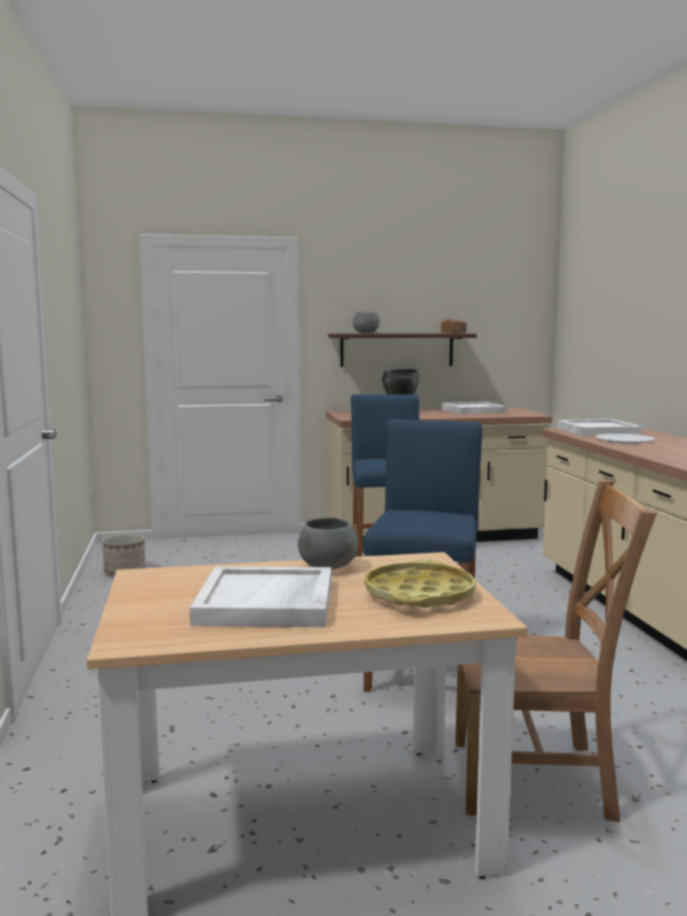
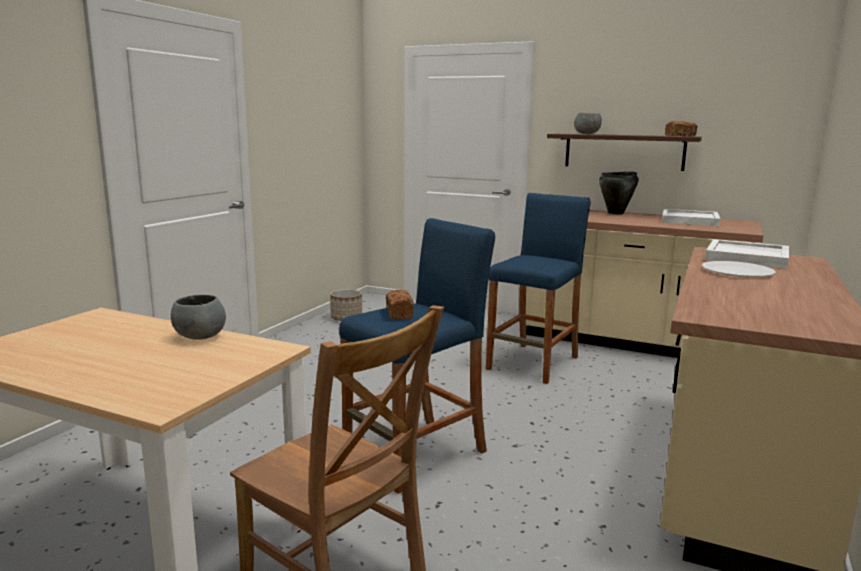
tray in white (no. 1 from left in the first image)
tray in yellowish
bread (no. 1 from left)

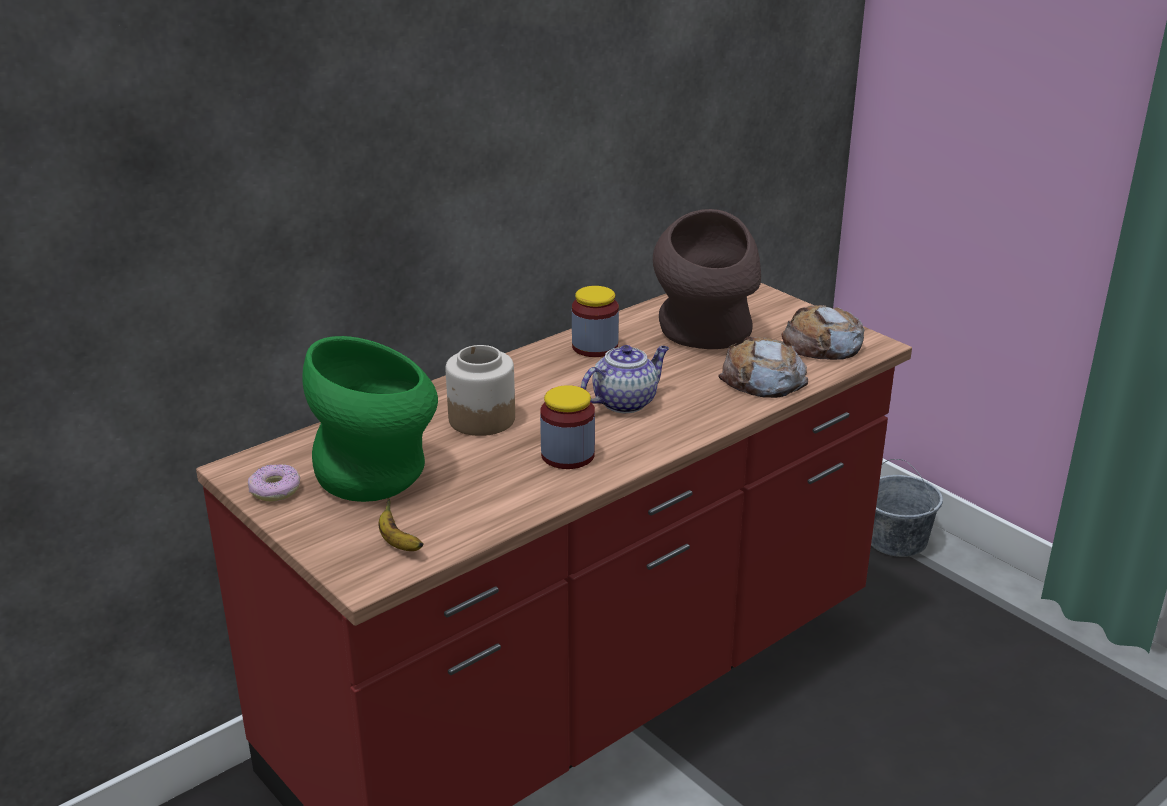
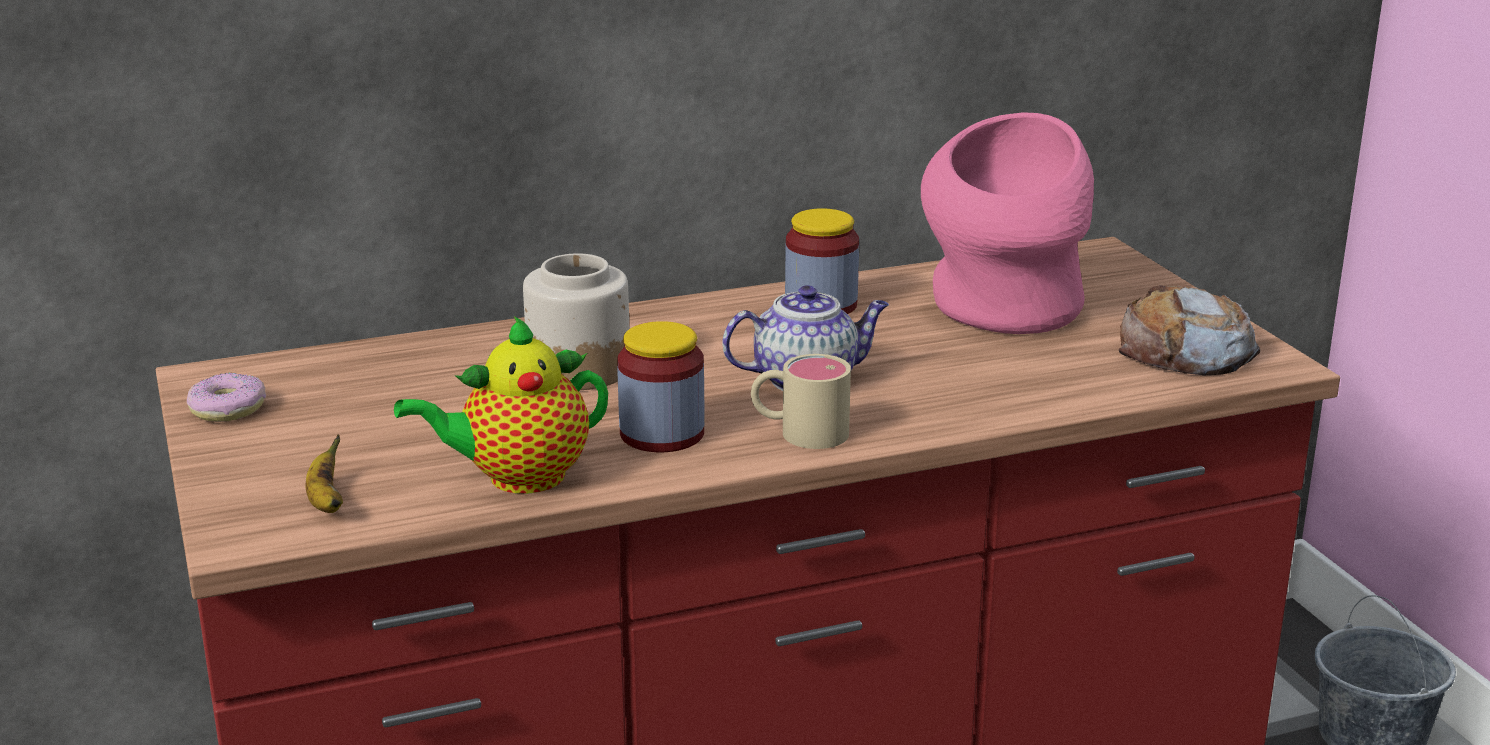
decorative vase in greenish
decorative vase in pink
bread (no. 1 from left in the first image)
teapot (no. 1 from left)
coffee mug in beige-coloured

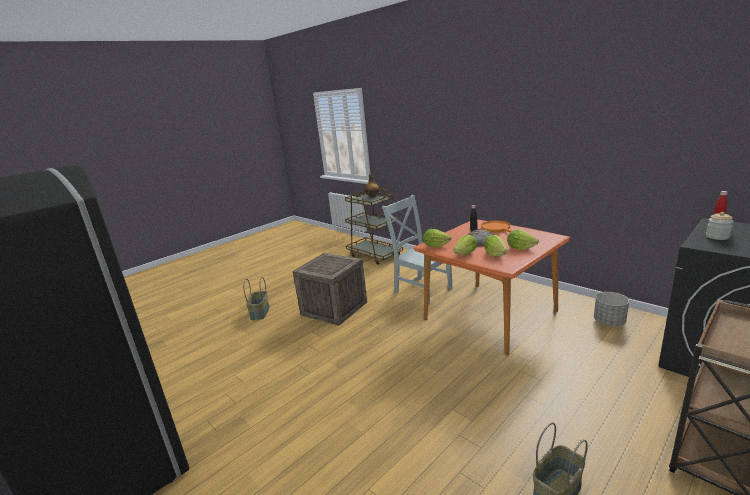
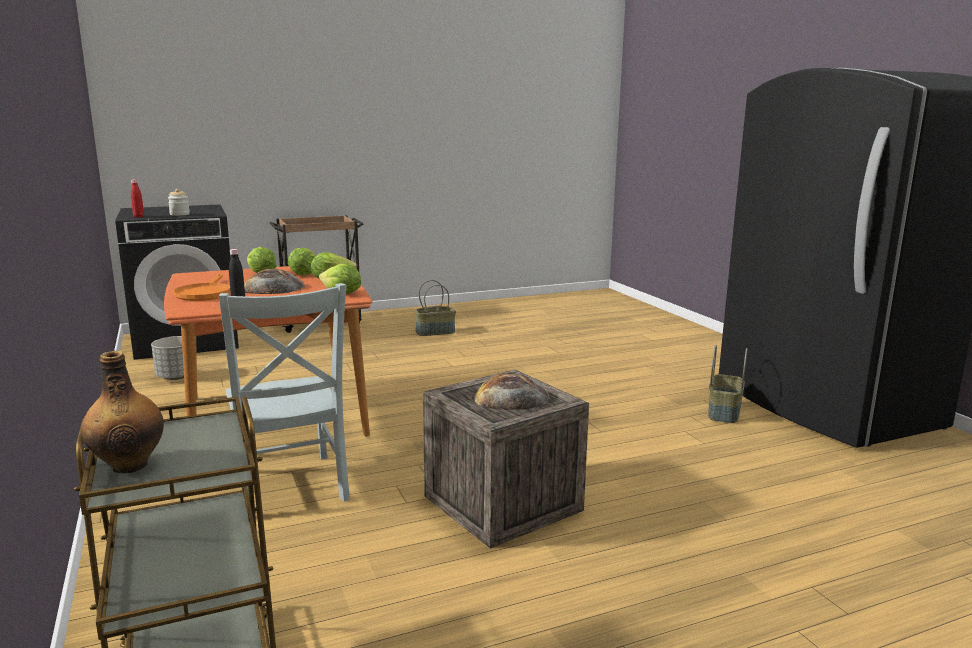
household basket (no. 2 from left)
bread (no. 2 from left)

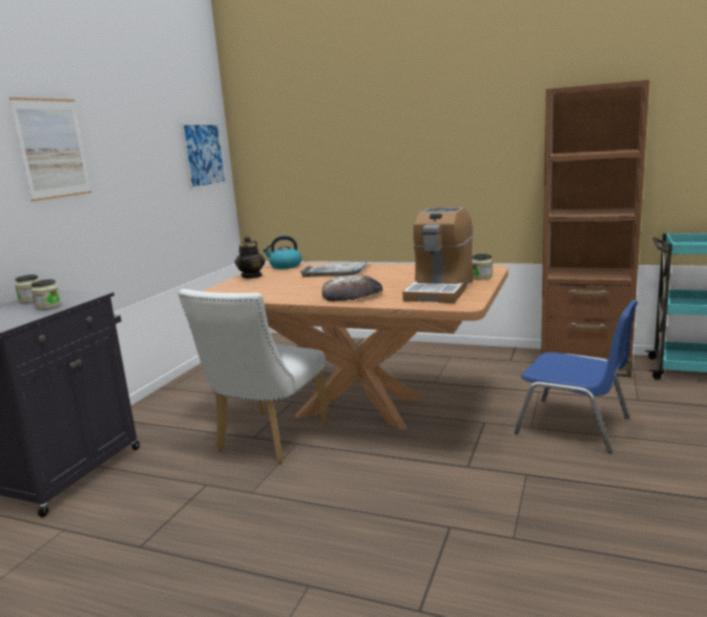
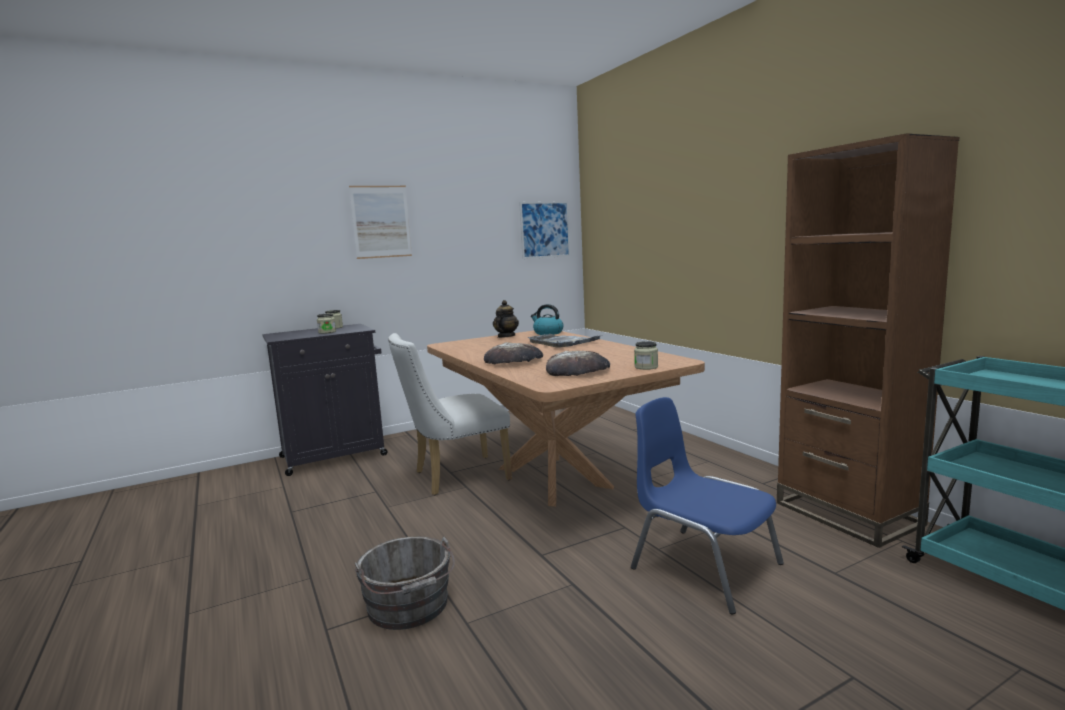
teapot
bread (no. 2 from left)
upright chair in bluish
pail in greyish

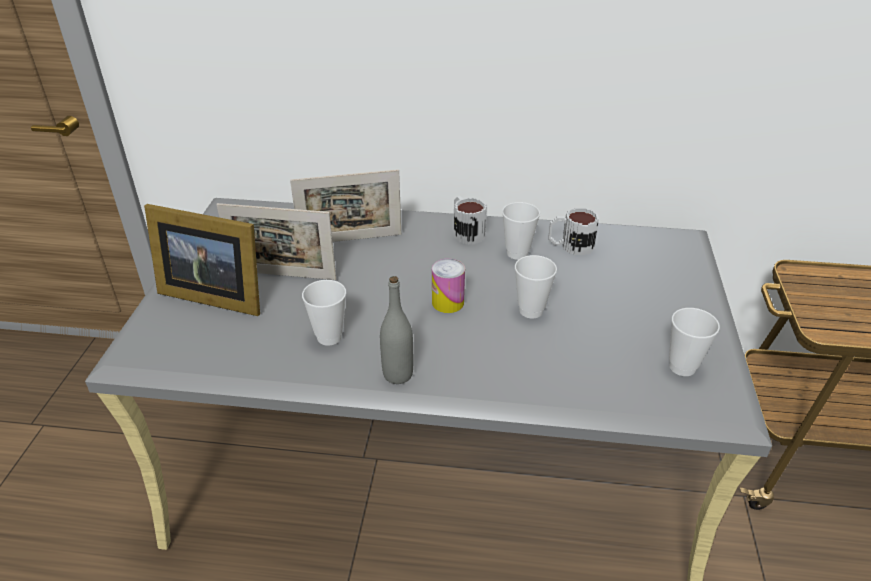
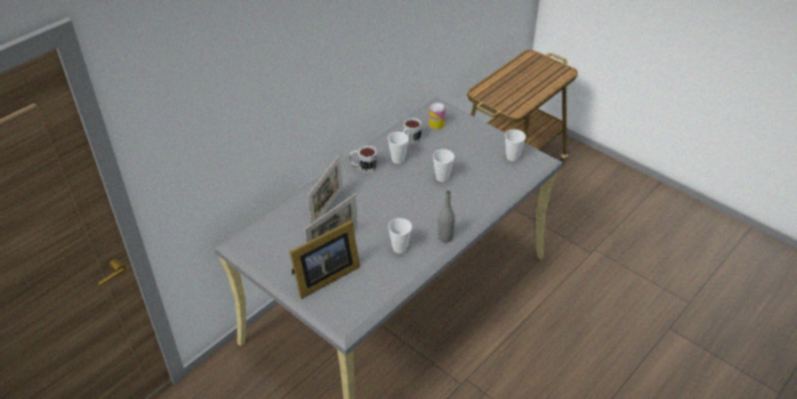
sealed can

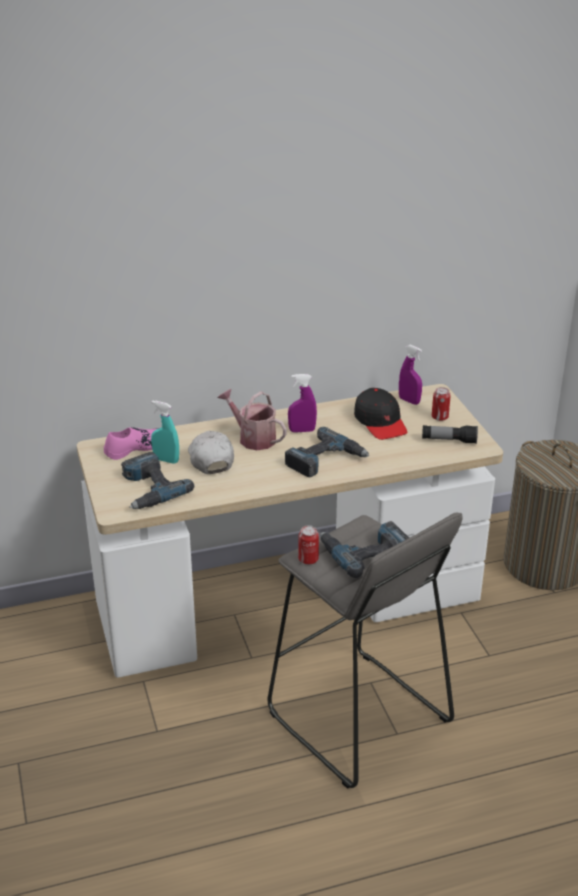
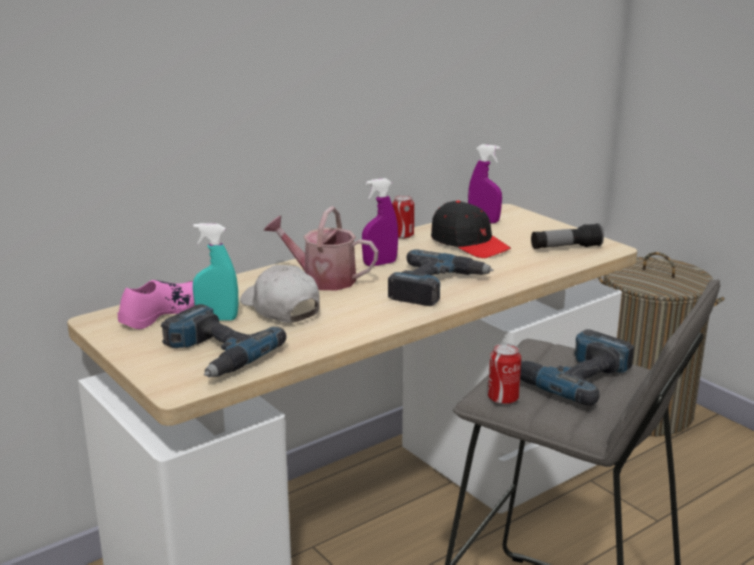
sealed can (no. 1 from left)

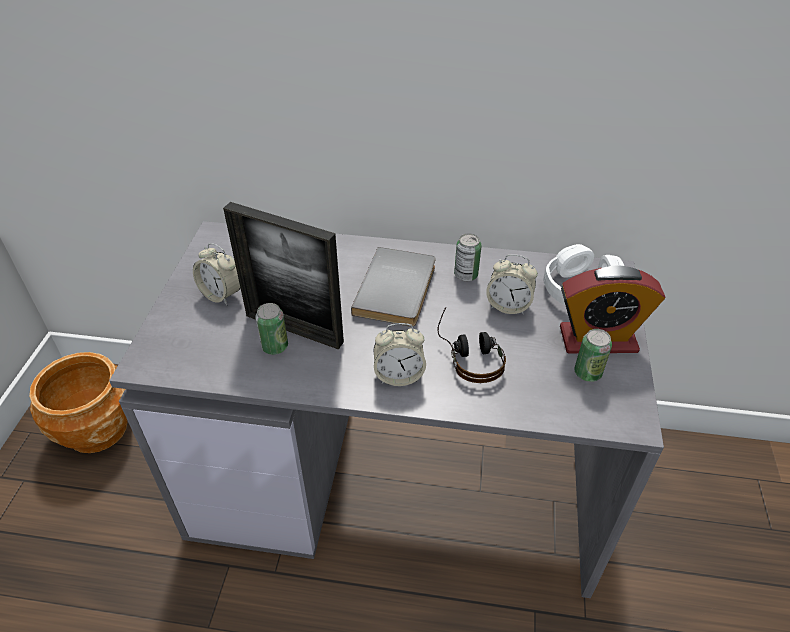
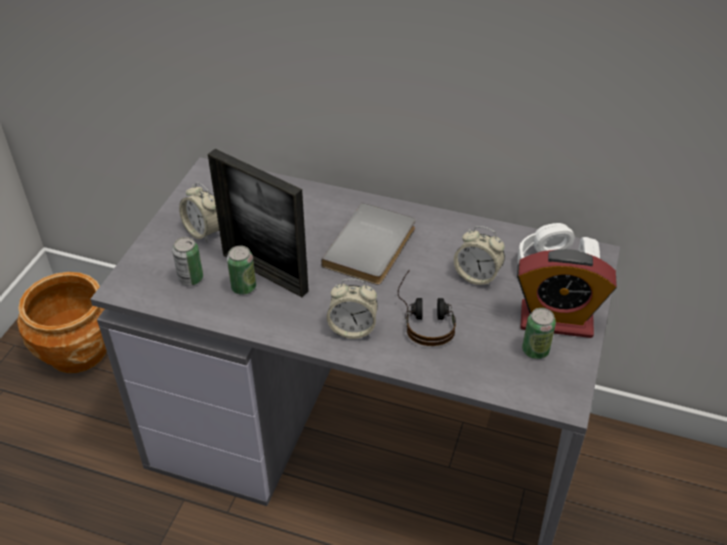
sealed can (no. 1 from left)

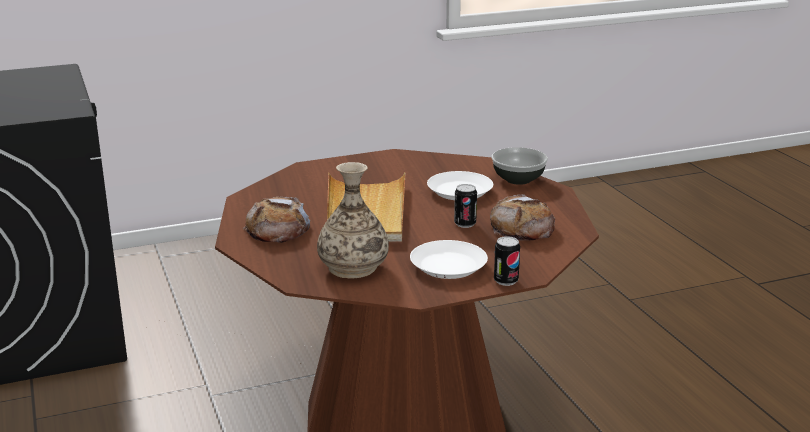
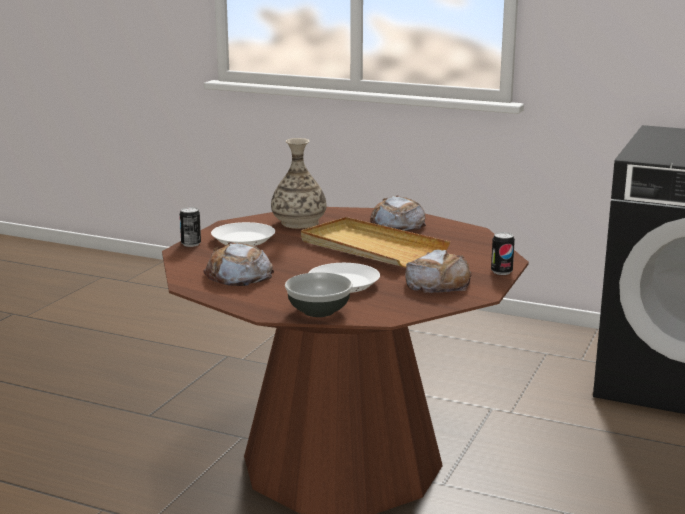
sealed can (no. 2 from left)
bread (no. 3 from left)

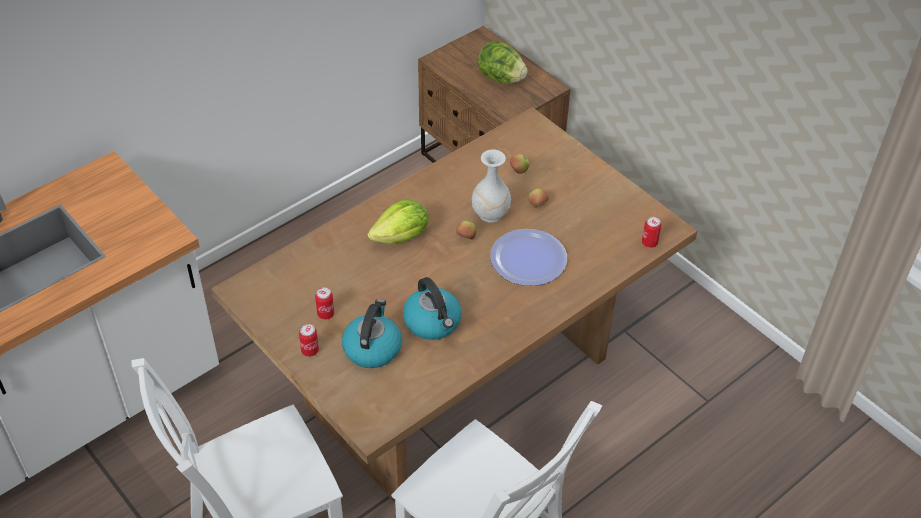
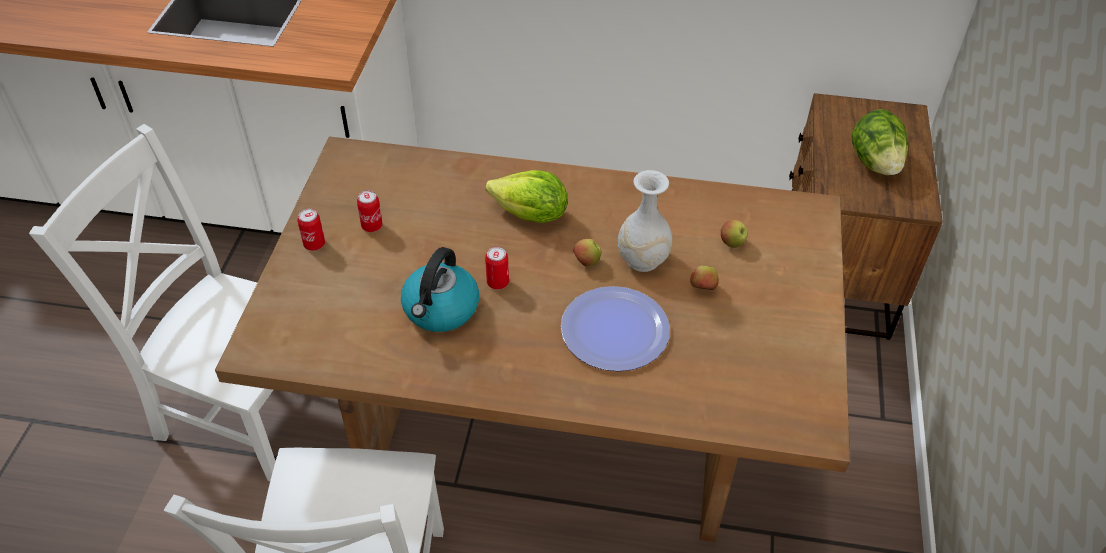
kettle (no. 1 from left in the first image)
sealed can (no. 3 from left)

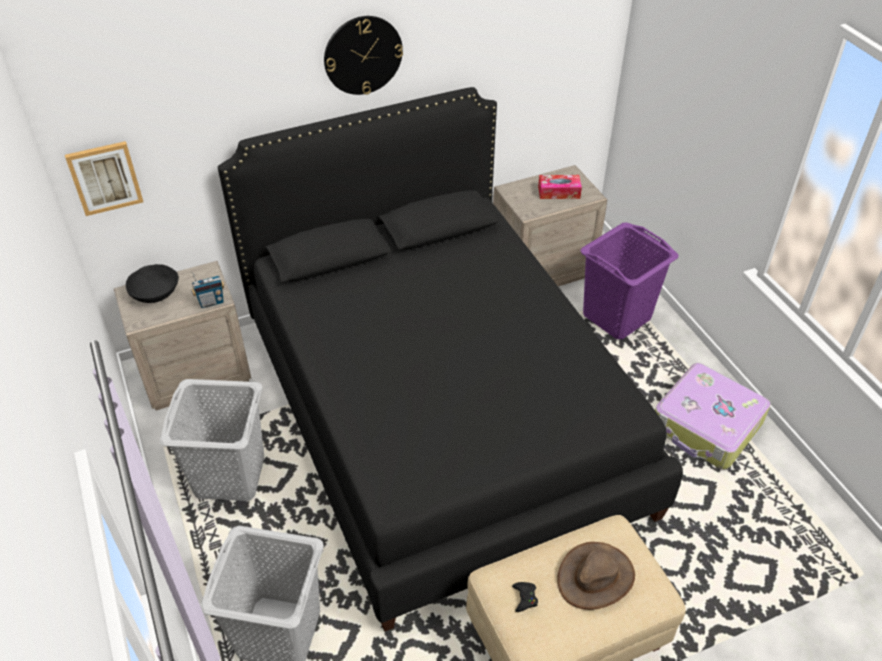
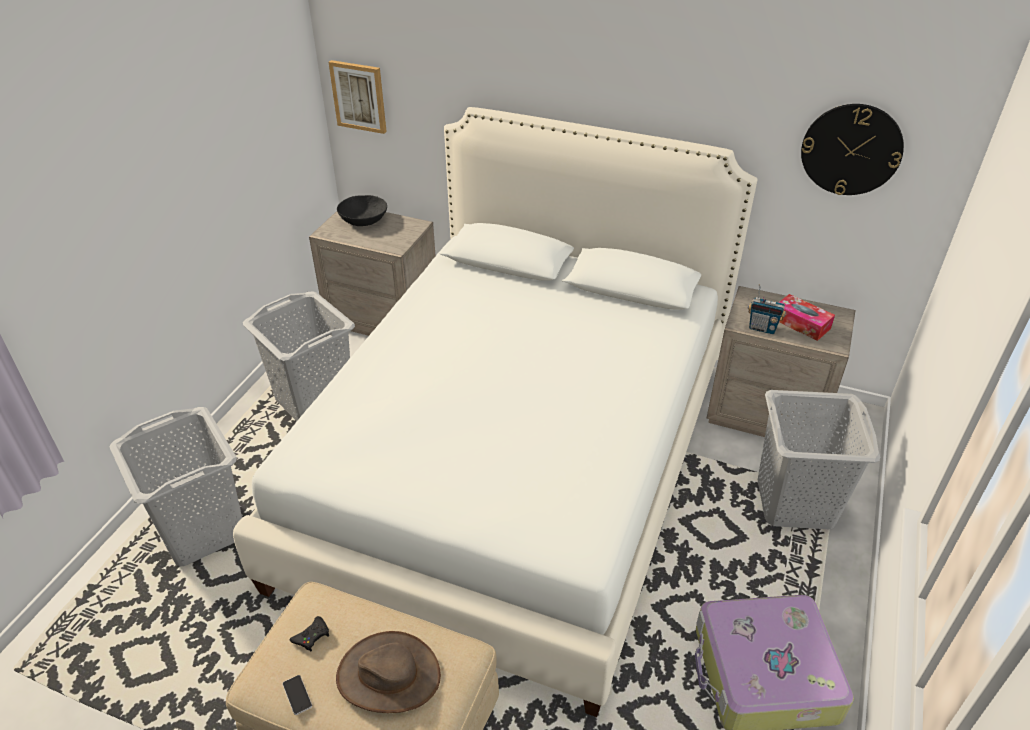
radio receiver
bed in white
clock on the wall
laundry basket in greyish (no. 3 from left)
telephone

